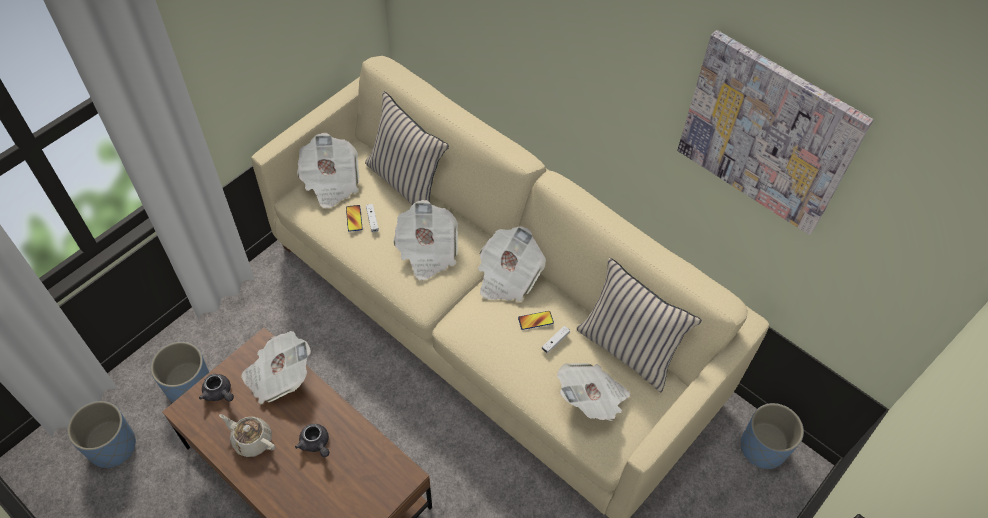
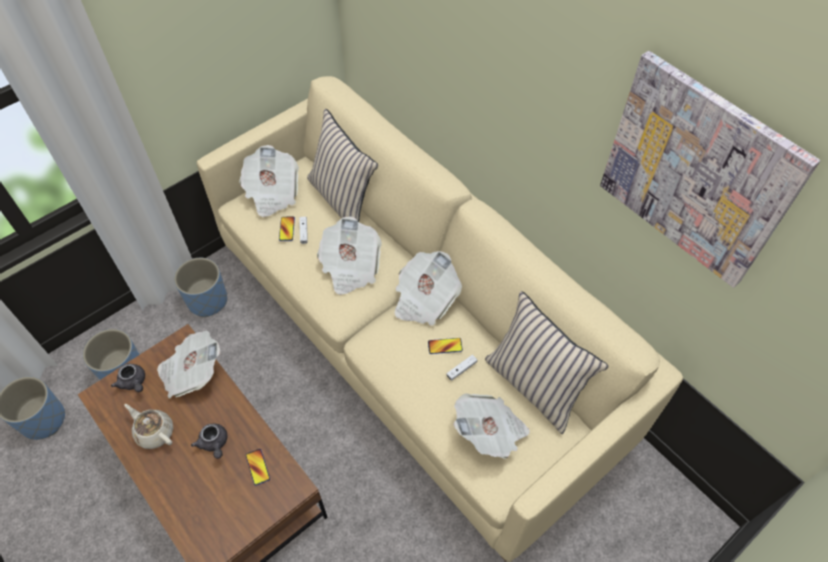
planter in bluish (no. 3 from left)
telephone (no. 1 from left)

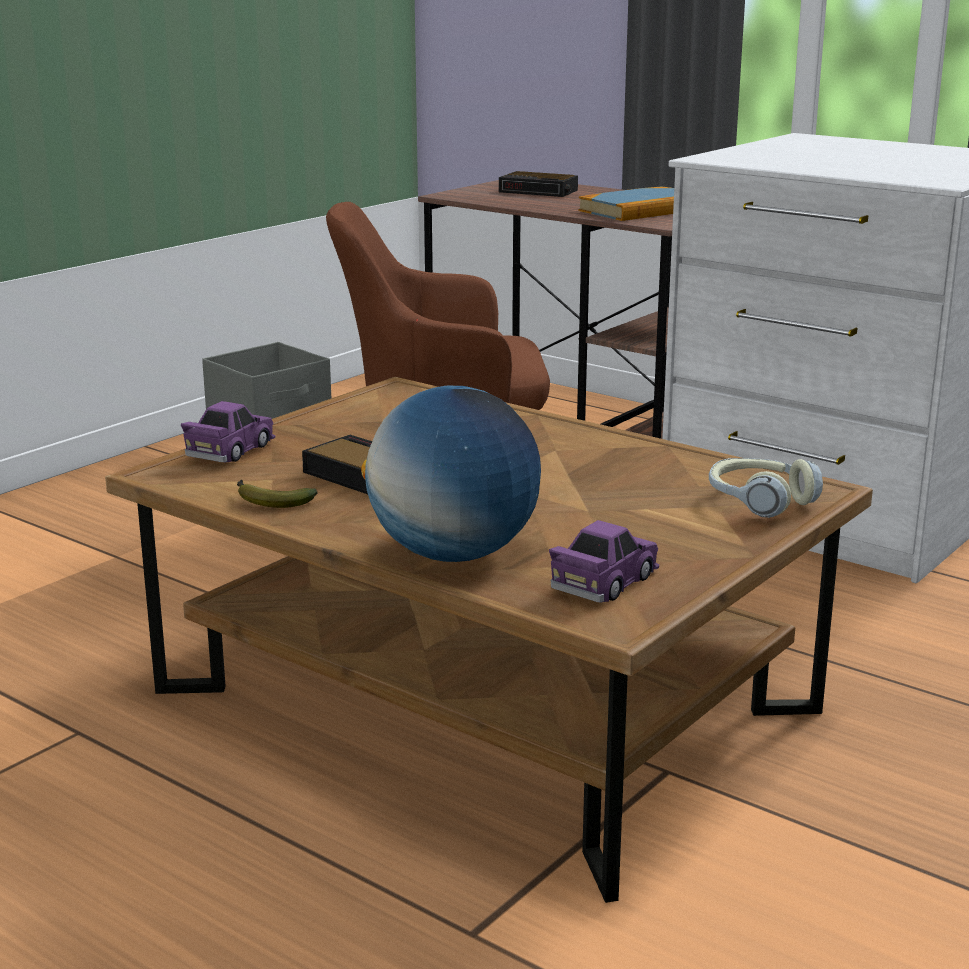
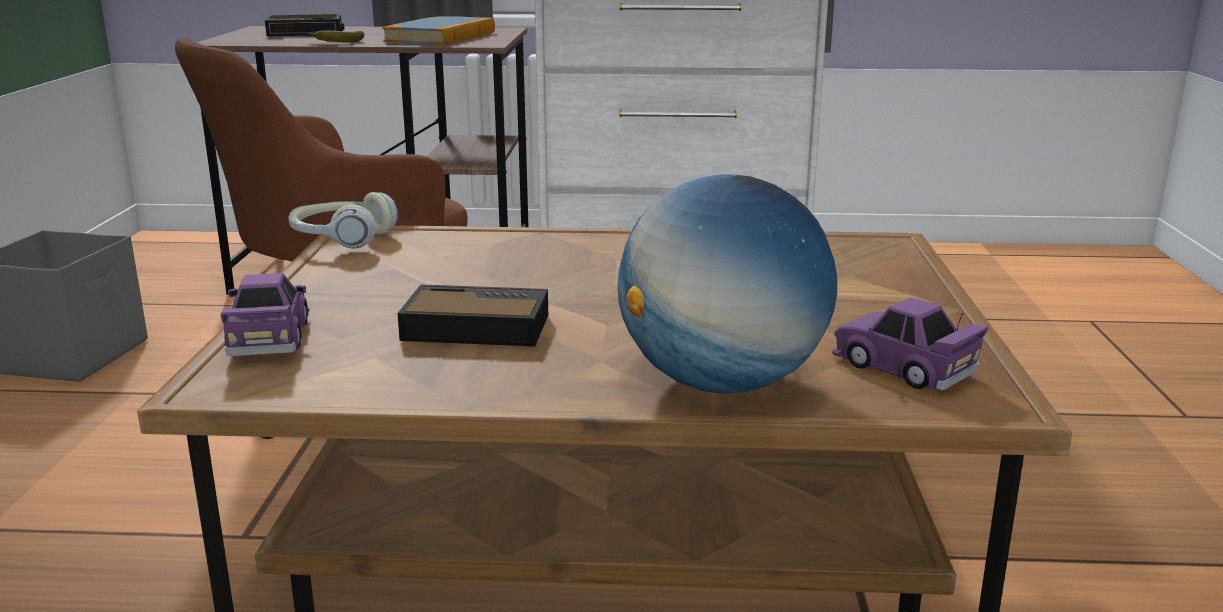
banana fruit
model car in purple (no. 2 from left)
headset

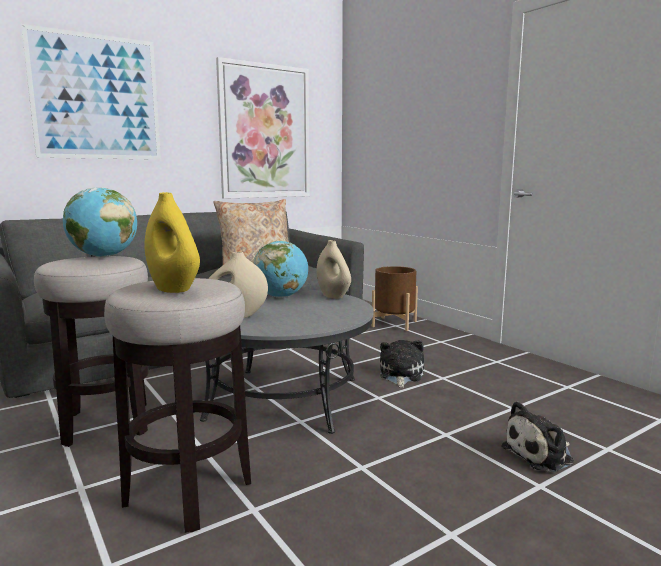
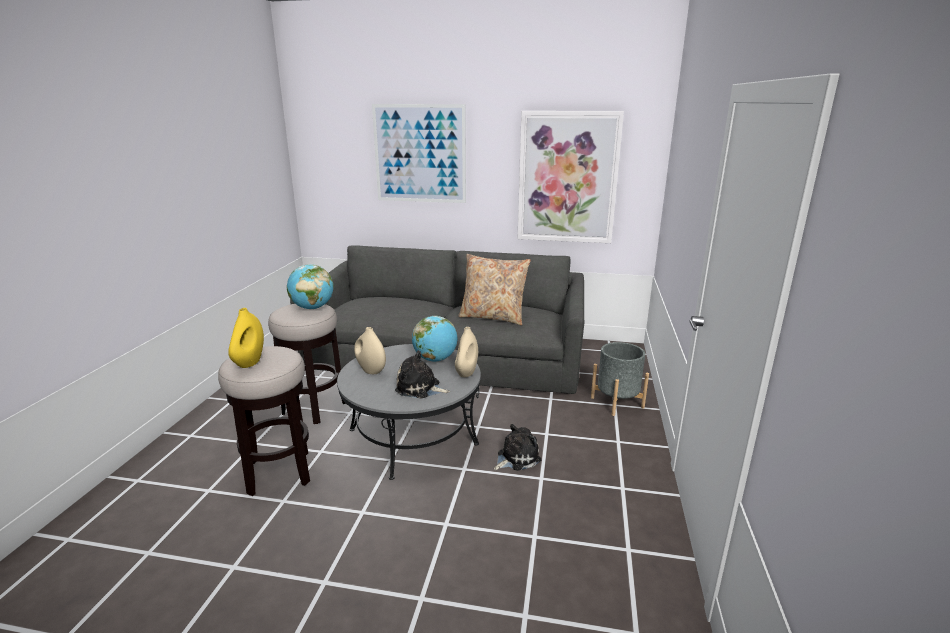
planter in greyish
plush toy (no. 1 from left)

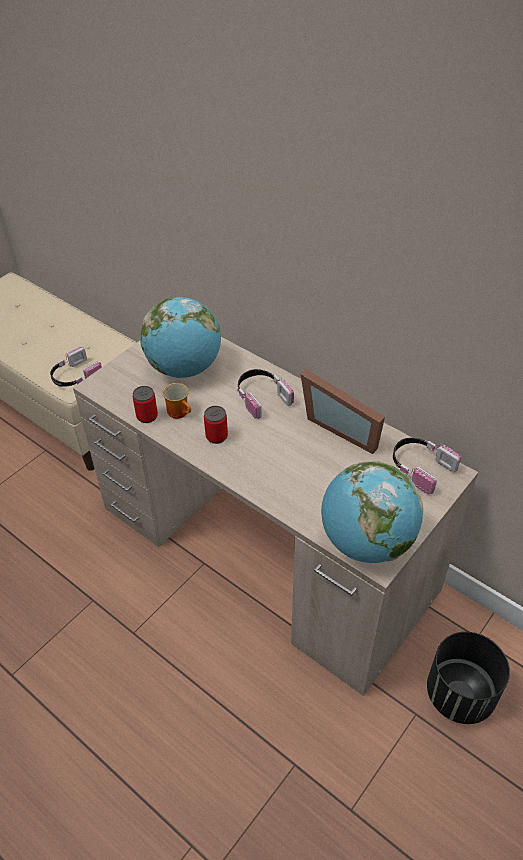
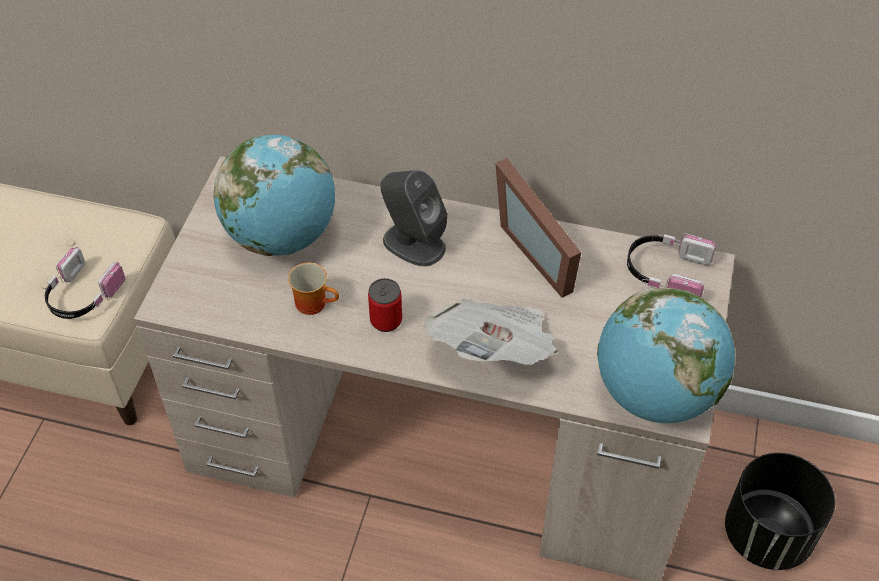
sealed can (no. 1 from left in the first image)
audio speaker in greyish
photo frame
daily paper

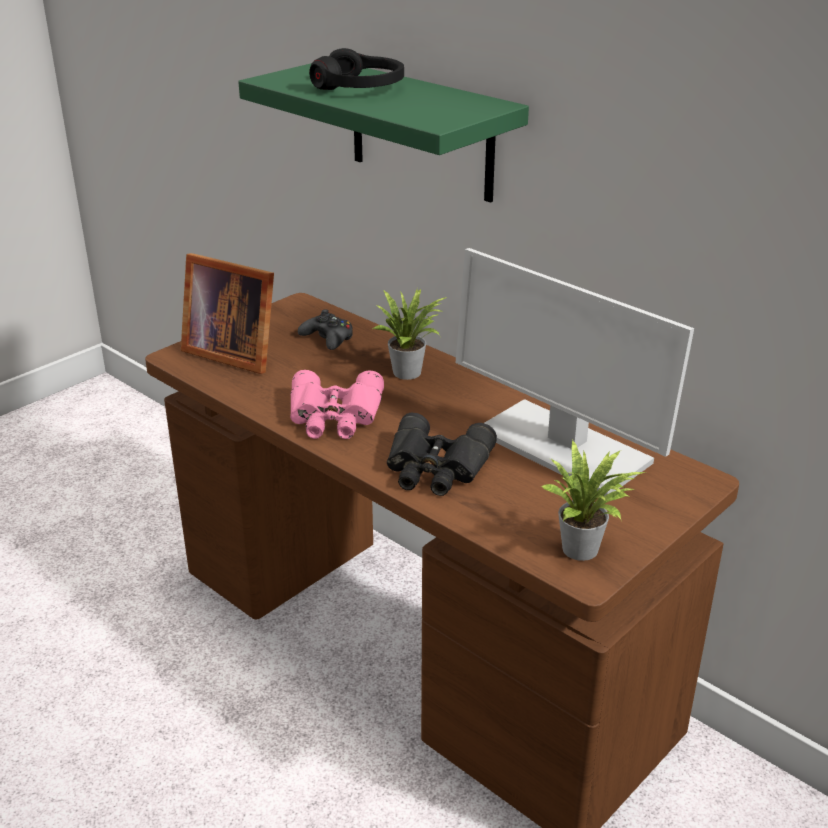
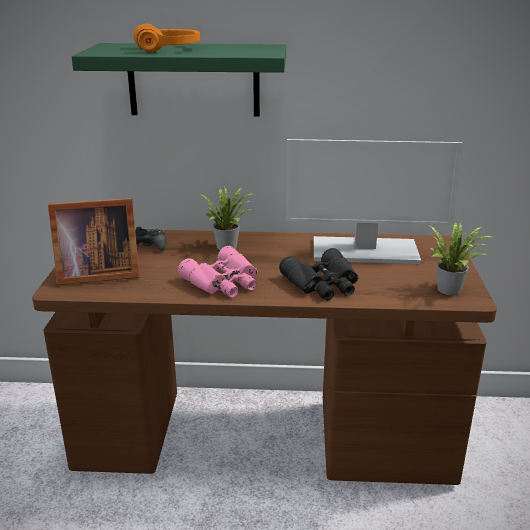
headset in orange

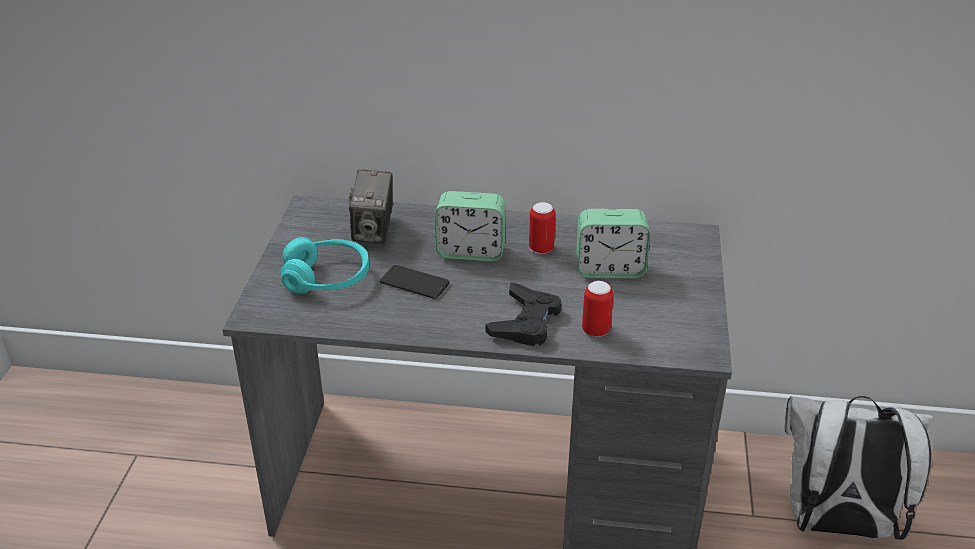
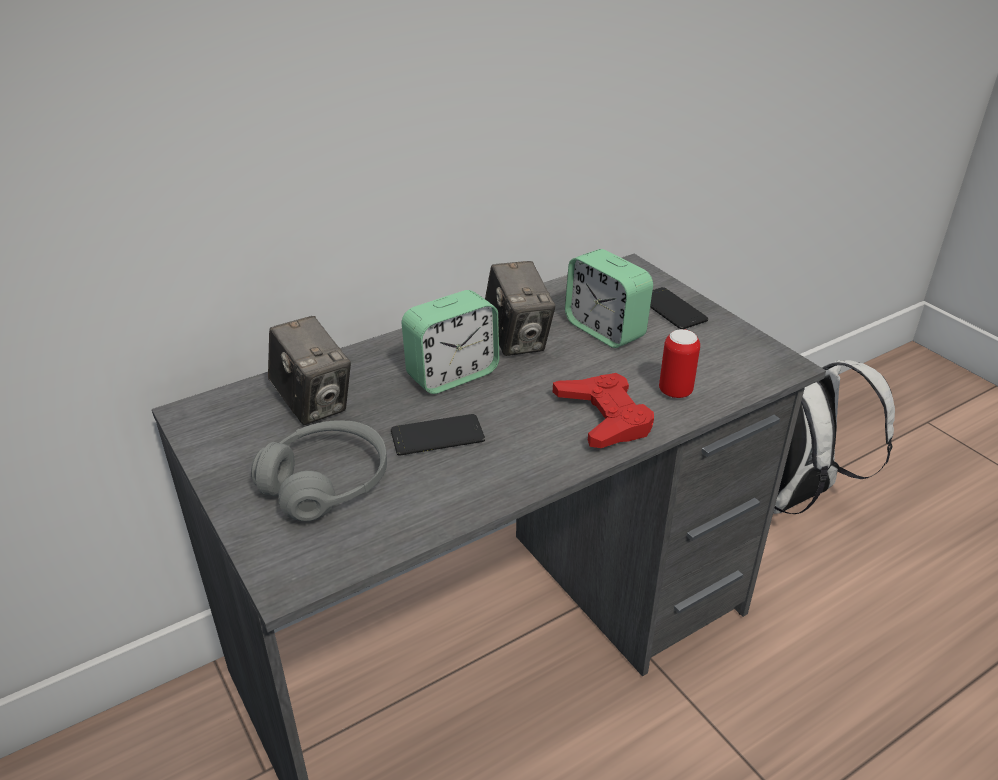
headset in greyish
game controller in red
photo camera (no. 2 from left)
table clock (no. 2 from left)
telephone (no. 2 from left)

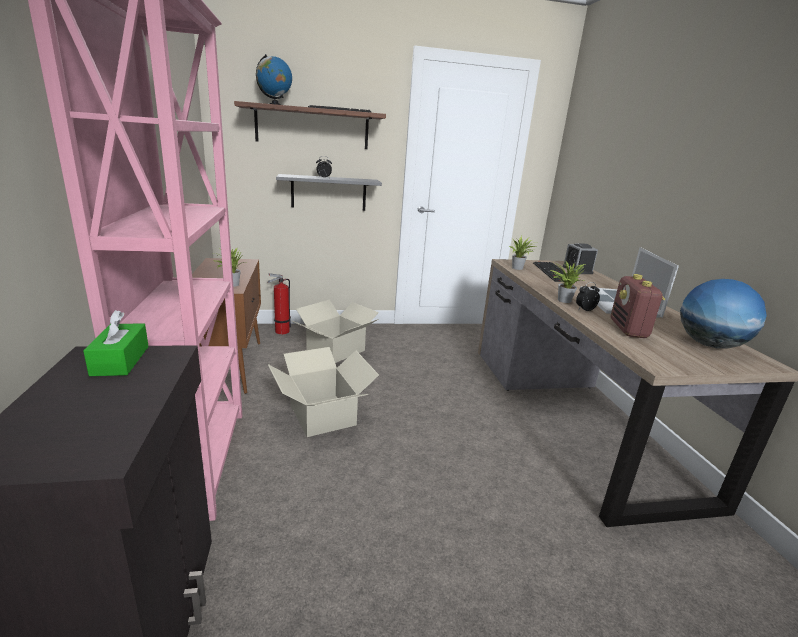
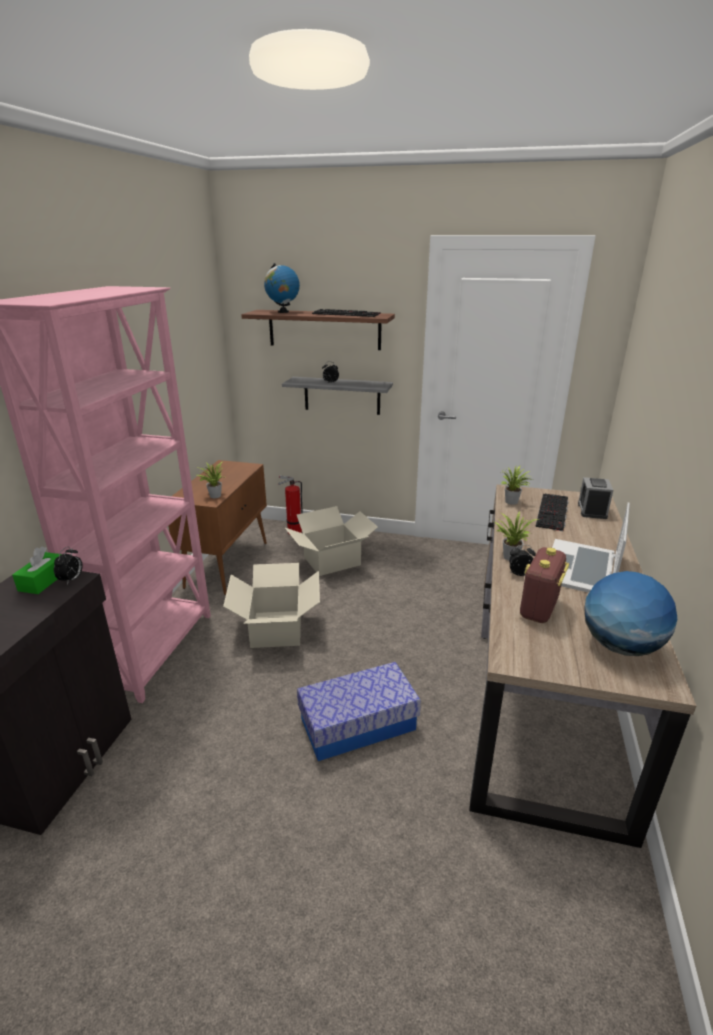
table clock (no. 1 from left)
storage container

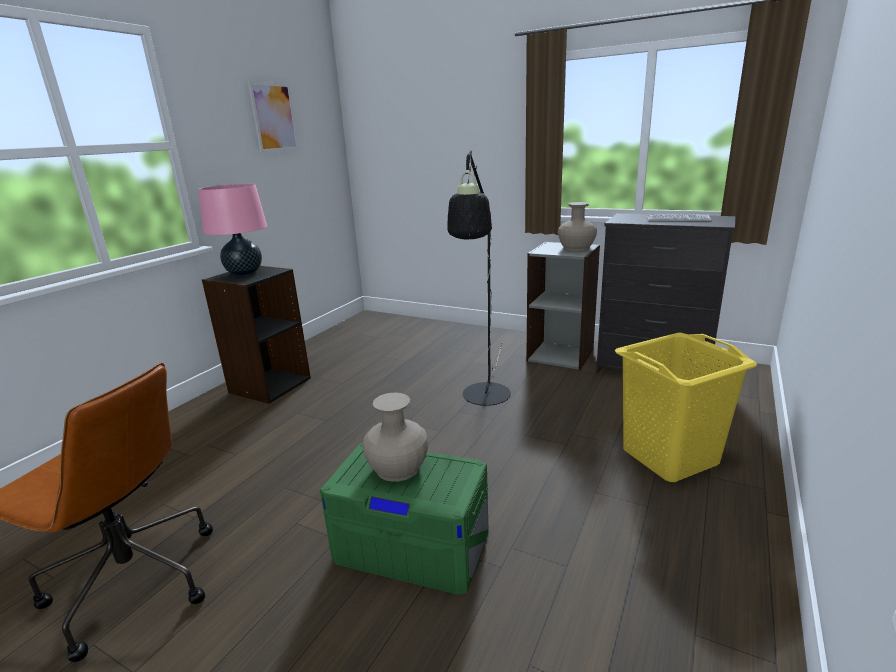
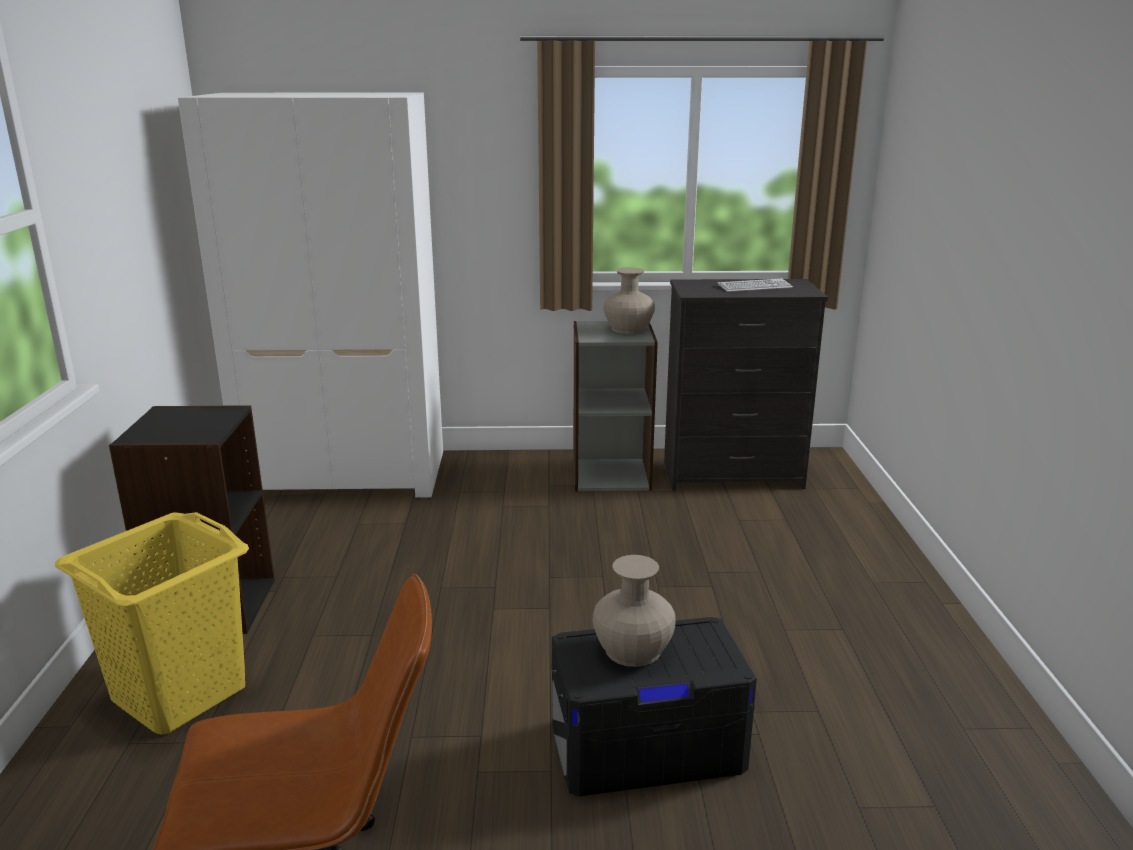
lamp for a table in pink
picture
storage container in black-coloured
standard lamp in black-coloured
laundry basket in yellowish
armoire in white

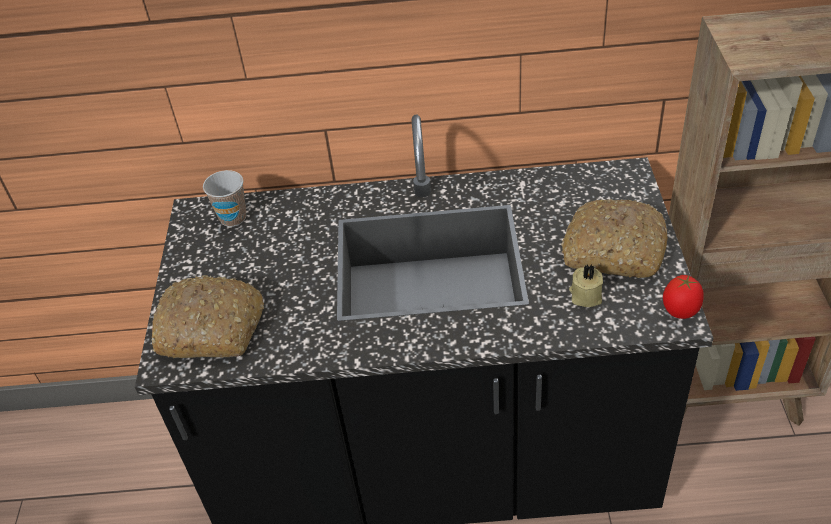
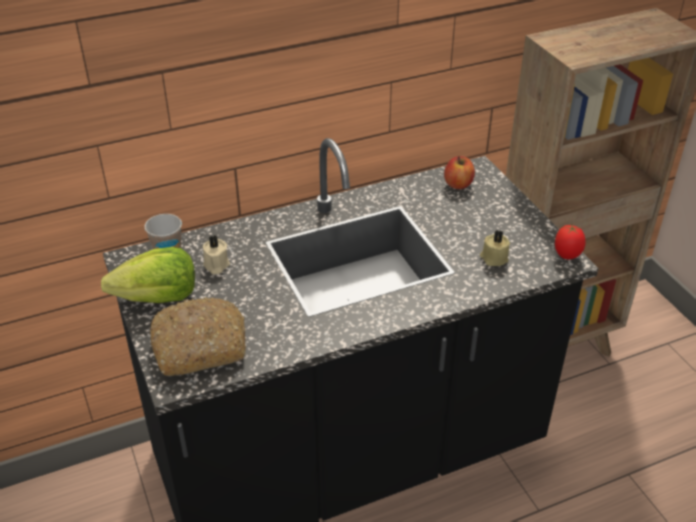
bread (no. 2 from left in the first image)
head of lettuce
candle in beige-coloured (no. 1 from left)
apple

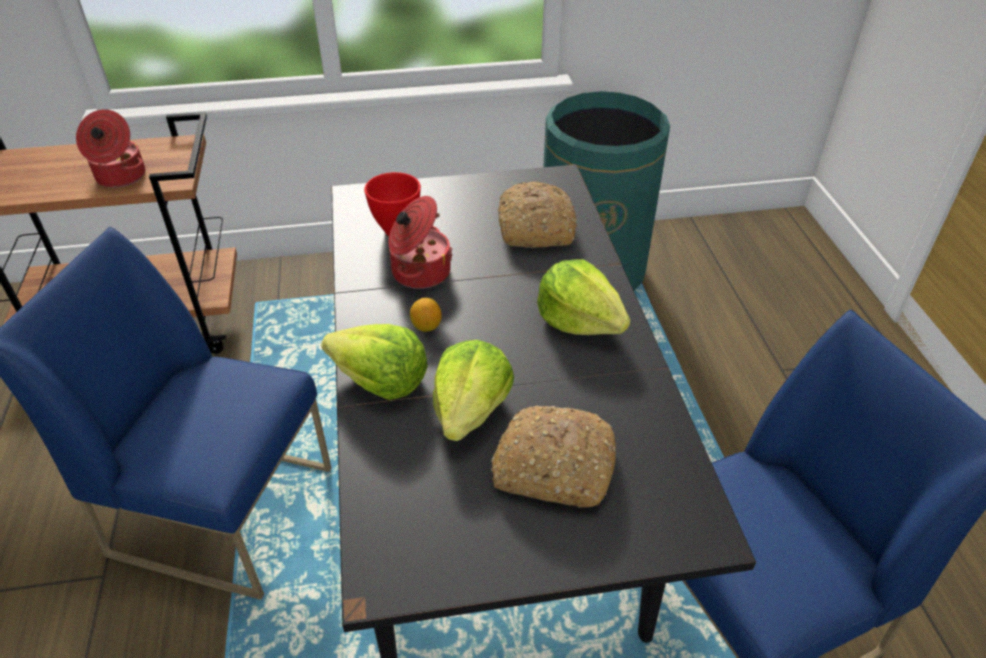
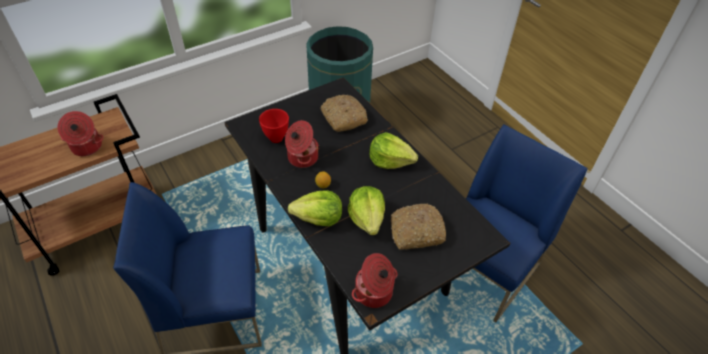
cooking pot (no. 3 from left)

